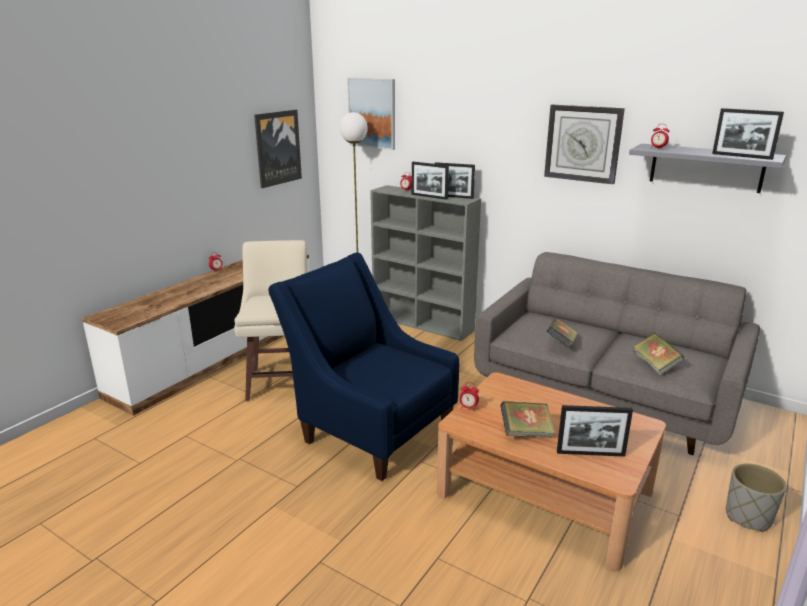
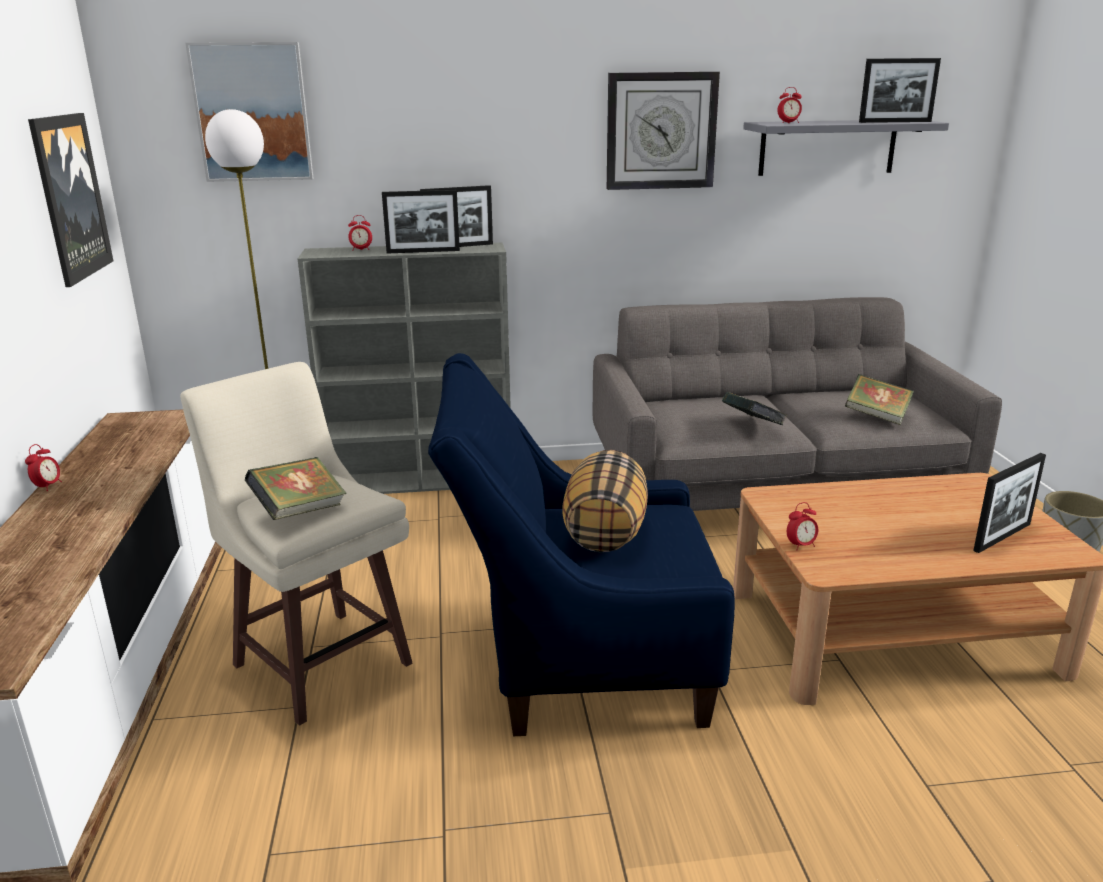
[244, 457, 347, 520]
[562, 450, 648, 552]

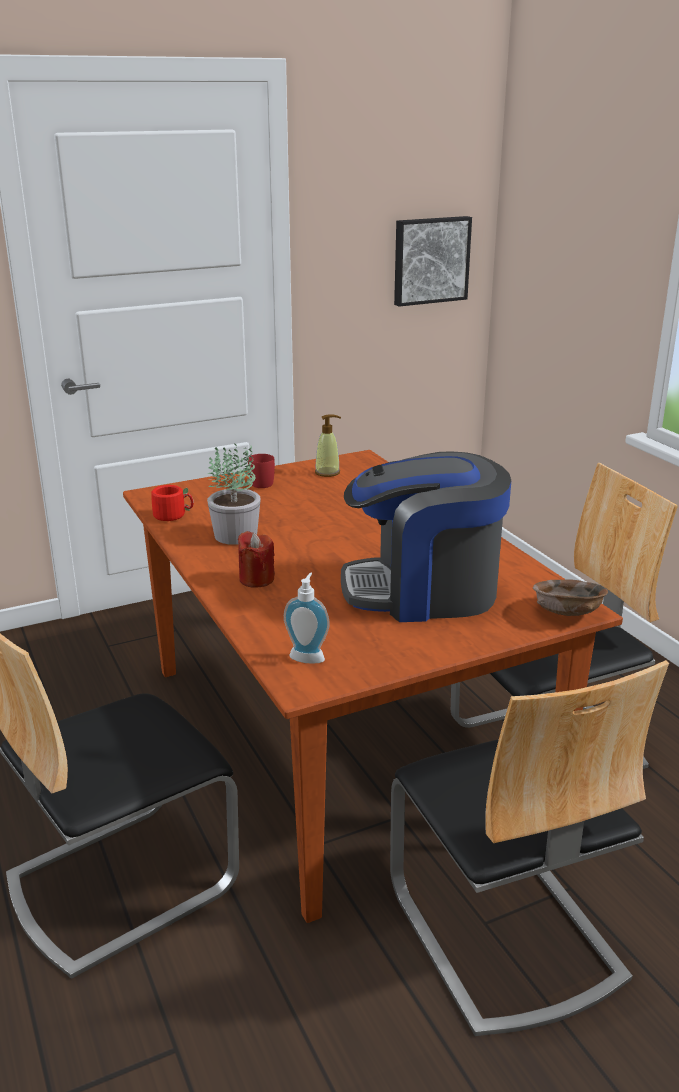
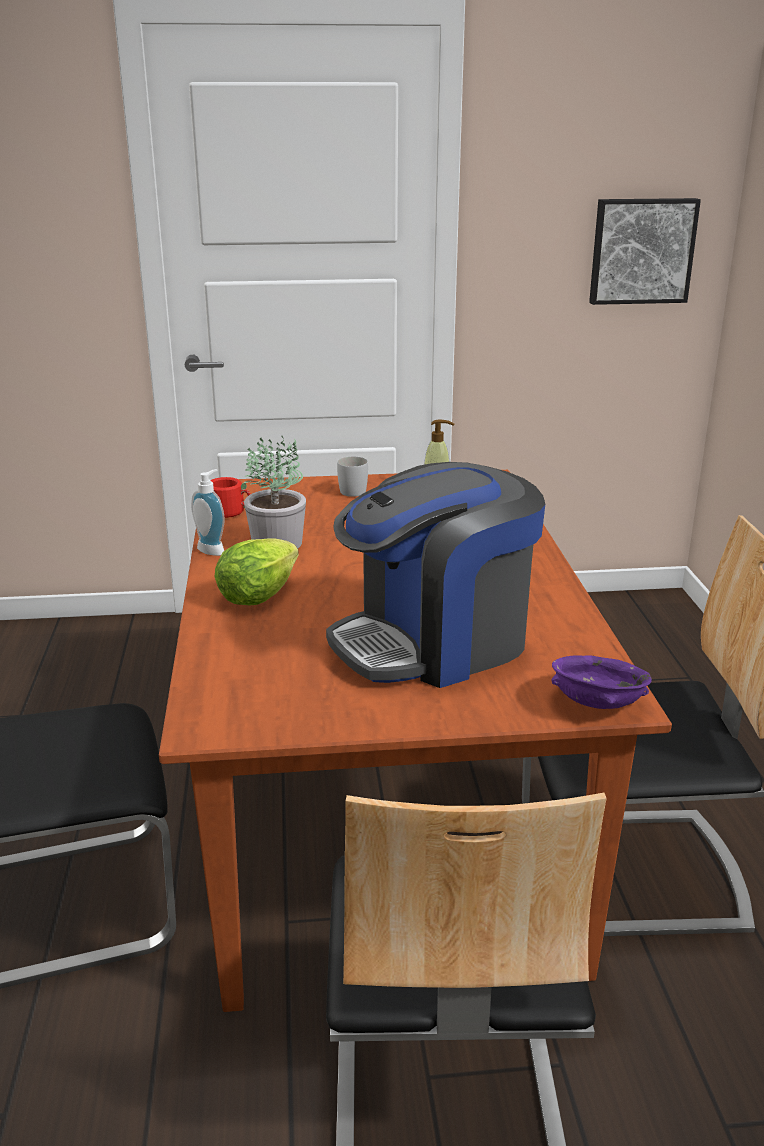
[215, 538, 299, 605]
[337, 456, 368, 497]
[191, 469, 225, 556]
[326, 462, 545, 688]
[551, 655, 652, 709]

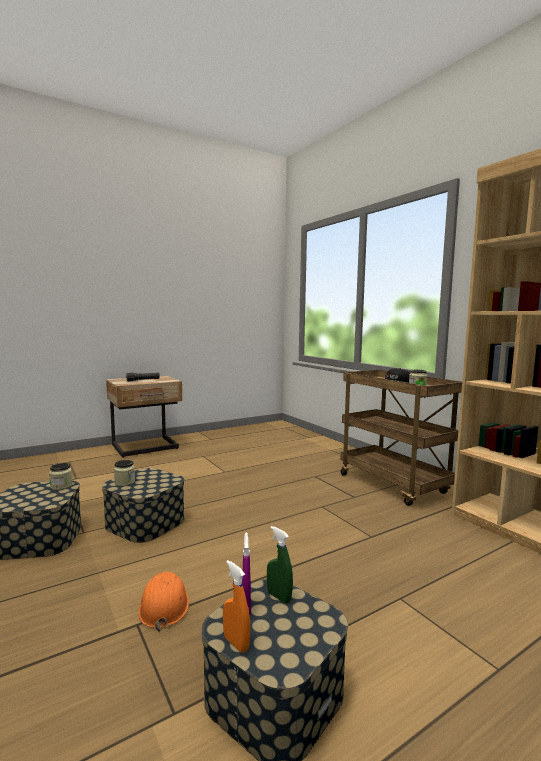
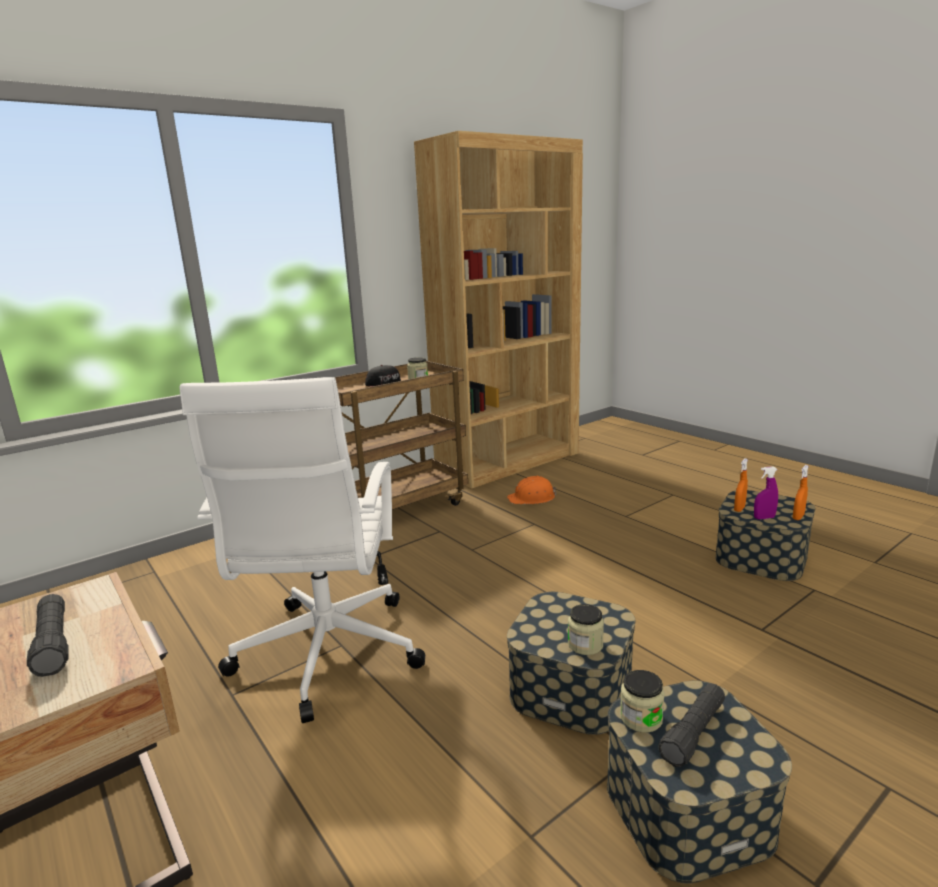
[507, 476, 556, 504]
[734, 458, 748, 512]
[180, 377, 425, 723]
[658, 683, 725, 767]

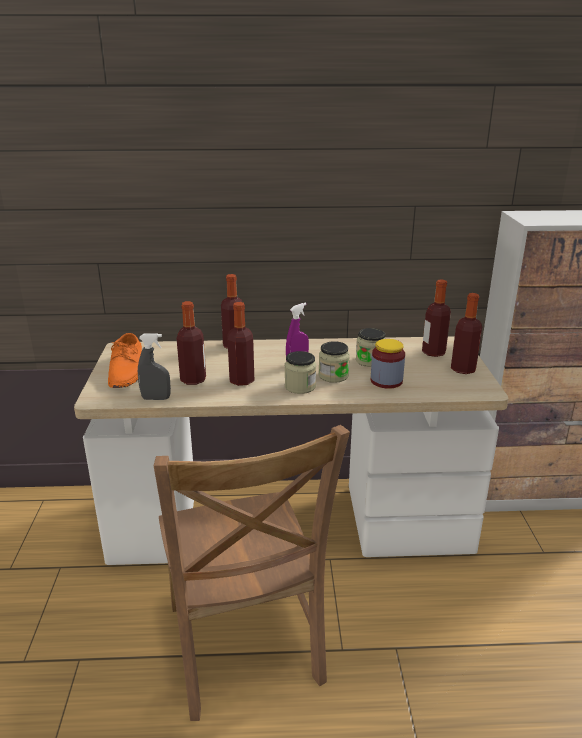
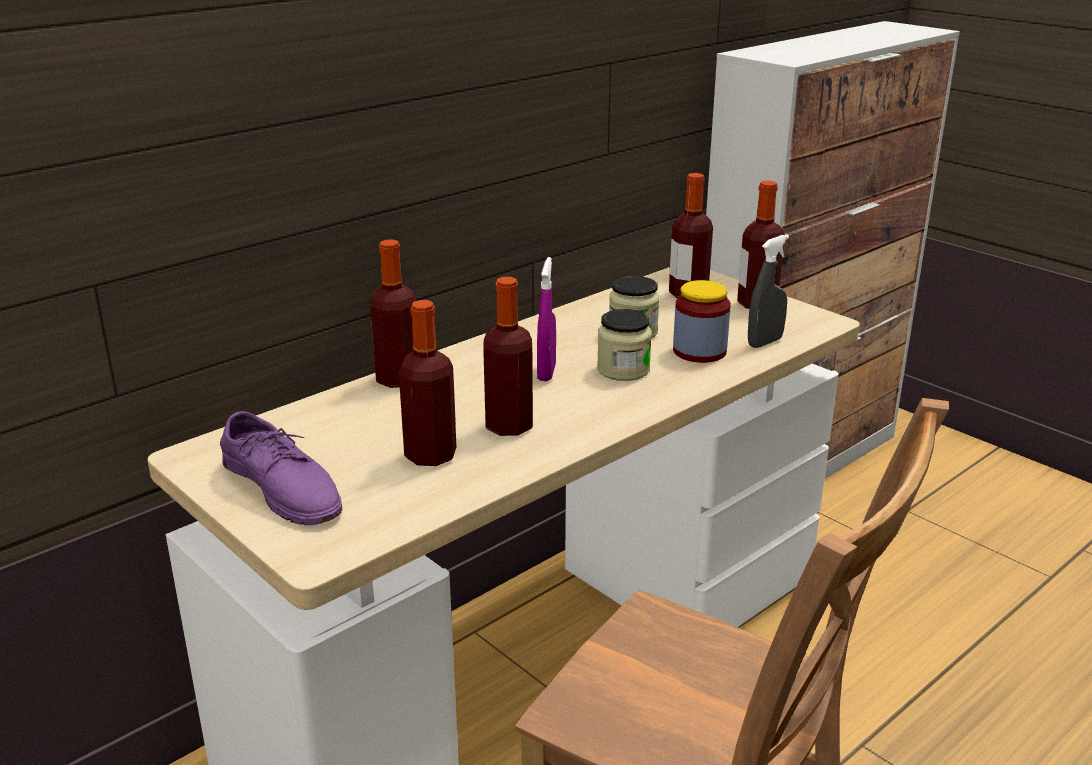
[220, 411, 342, 525]
[748, 235, 789, 348]
[285, 351, 316, 394] (first image)

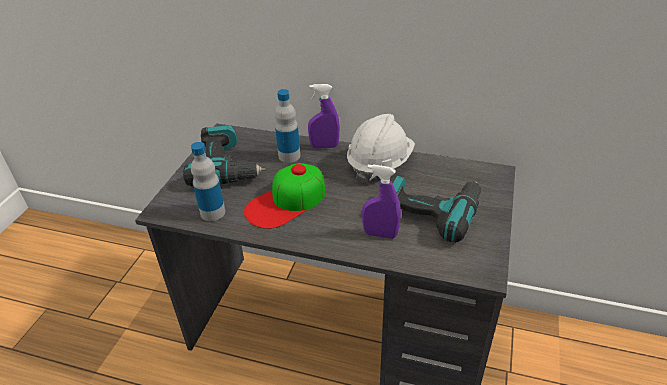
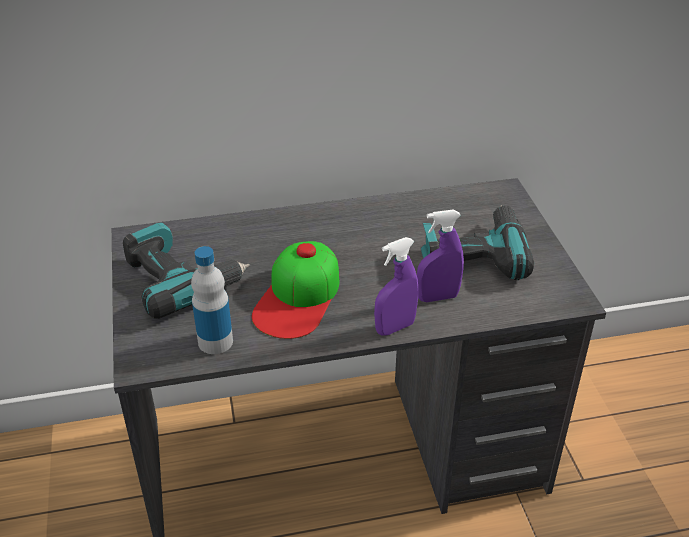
[275, 89, 300, 163] (first image)
[374, 237, 418, 336]
[347, 114, 415, 182] (first image)

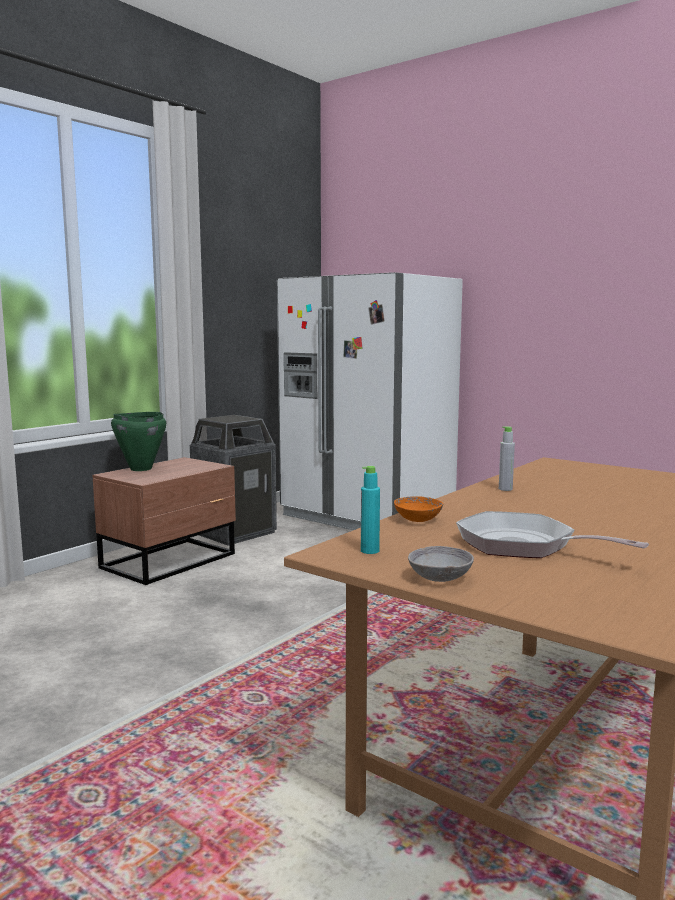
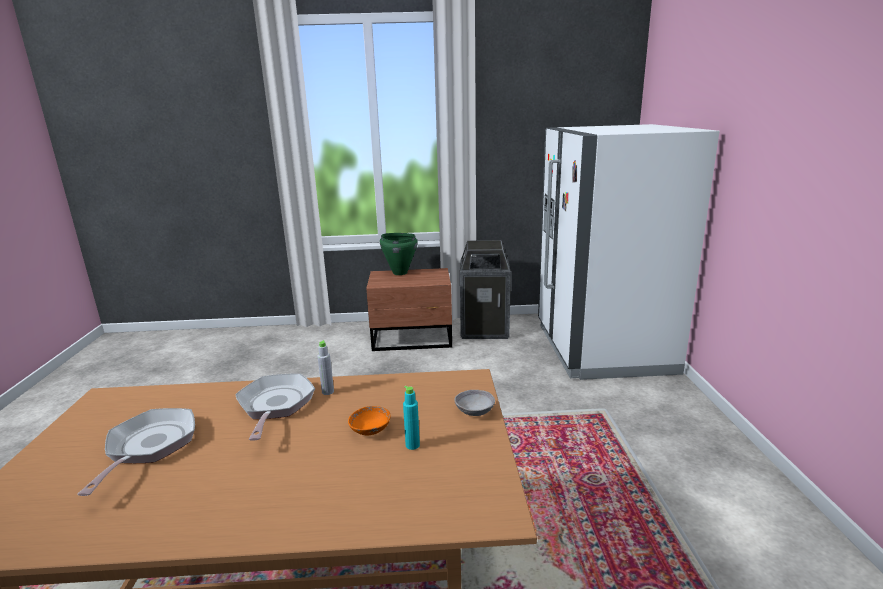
[403, 386, 420, 450]
[348, 406, 391, 435]
[454, 390, 495, 416]
[235, 373, 315, 441]

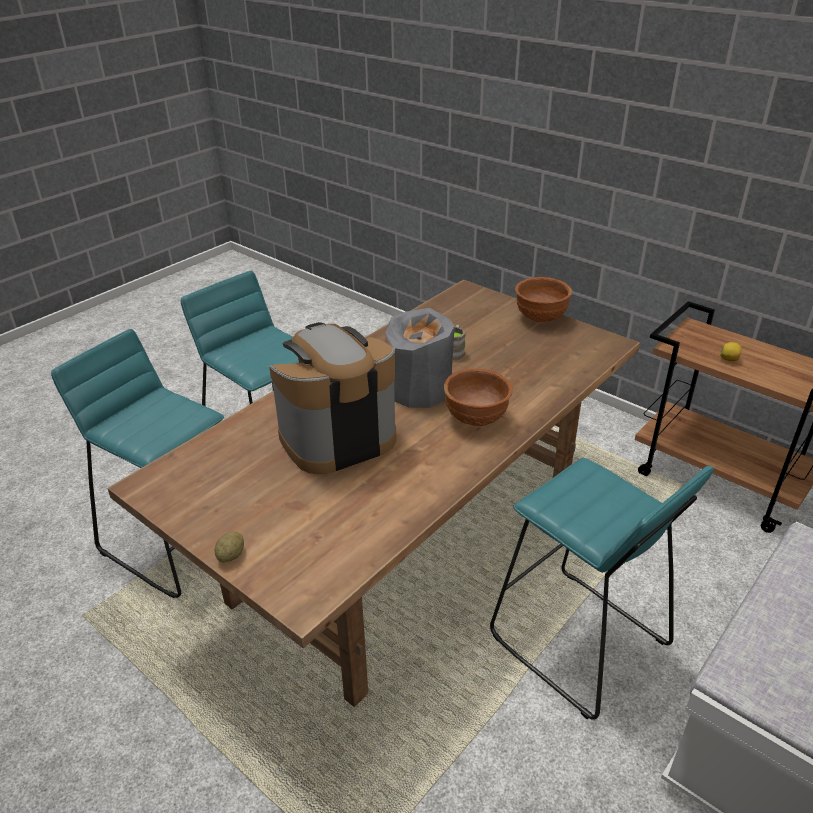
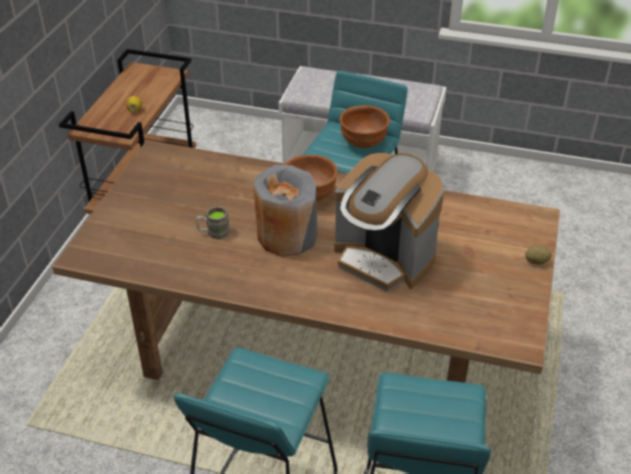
[340, 105, 390, 148]

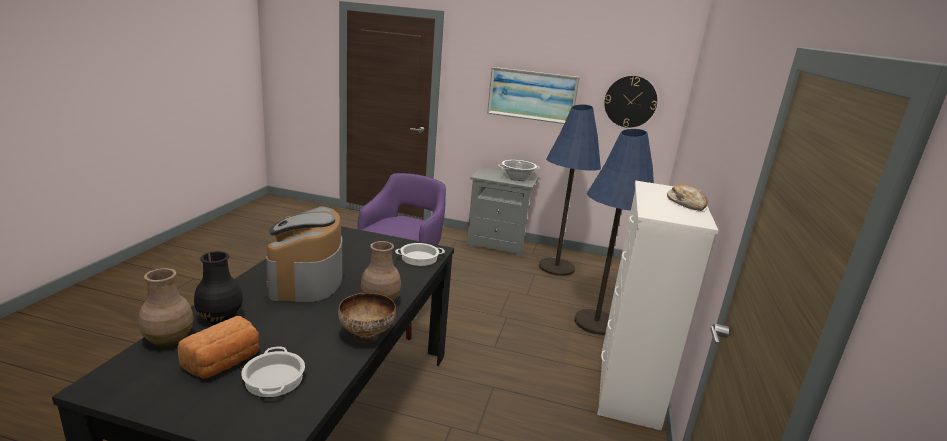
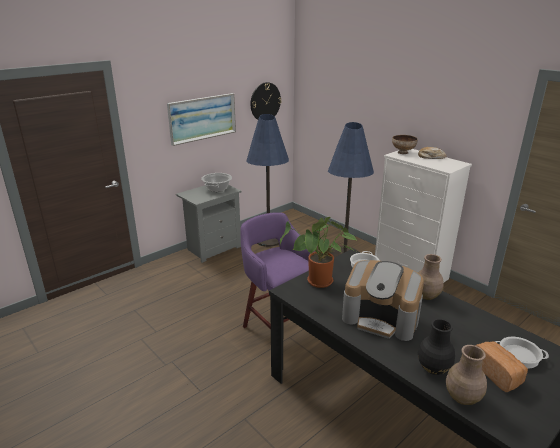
[392, 135, 418, 154]
[280, 217, 358, 288]

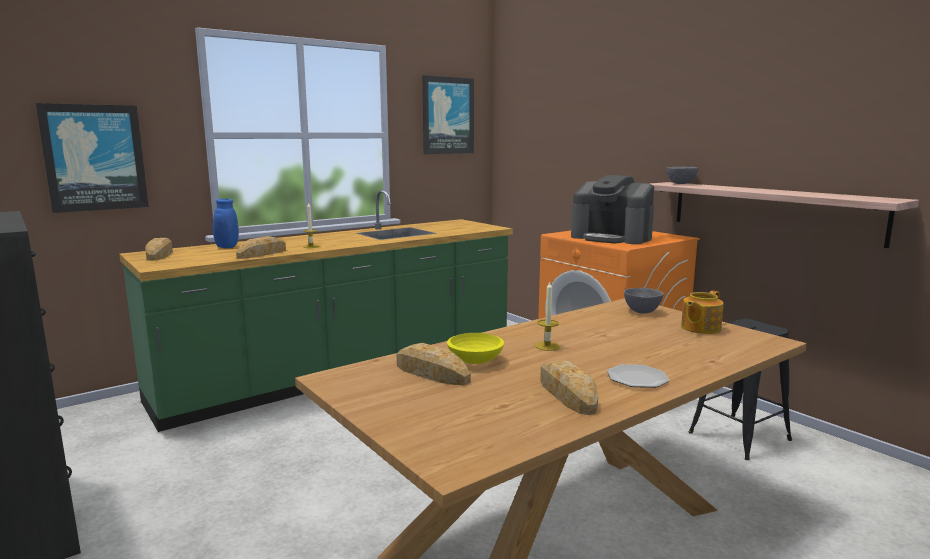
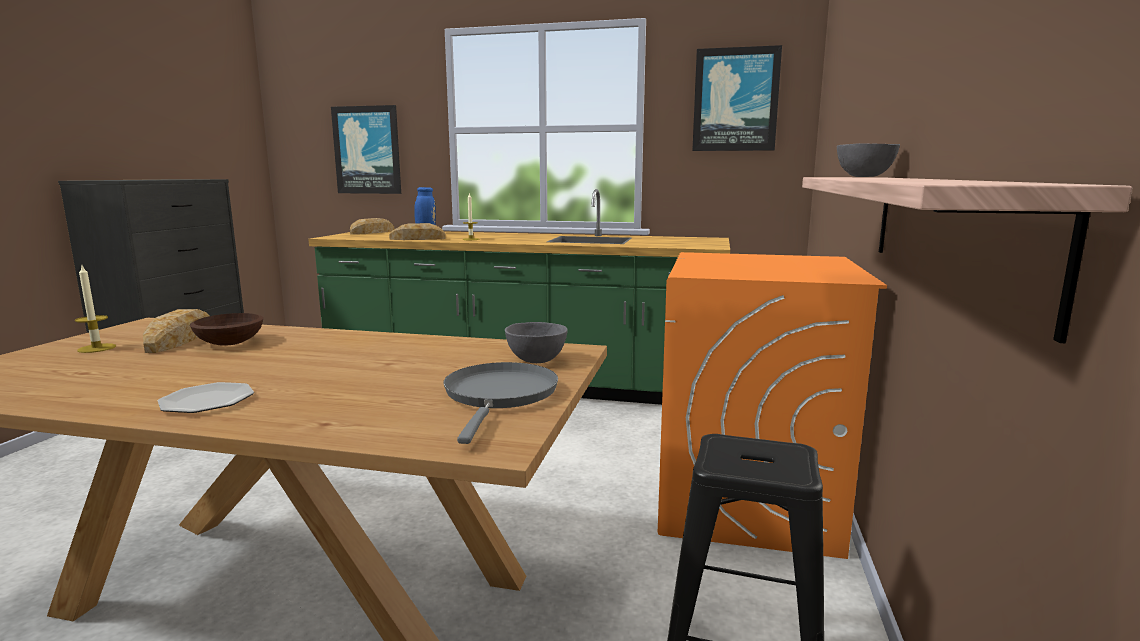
[190, 313, 263, 346]
[75, 266, 116, 353]
[540, 360, 598, 415] (first image)
[571, 175, 654, 244] (first image)
[443, 362, 558, 444]

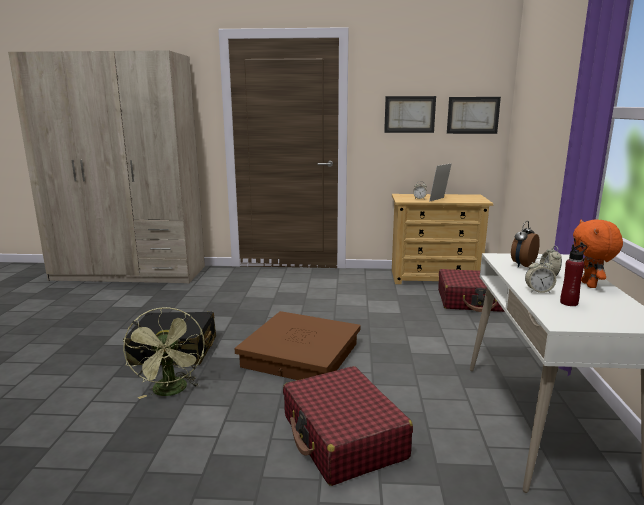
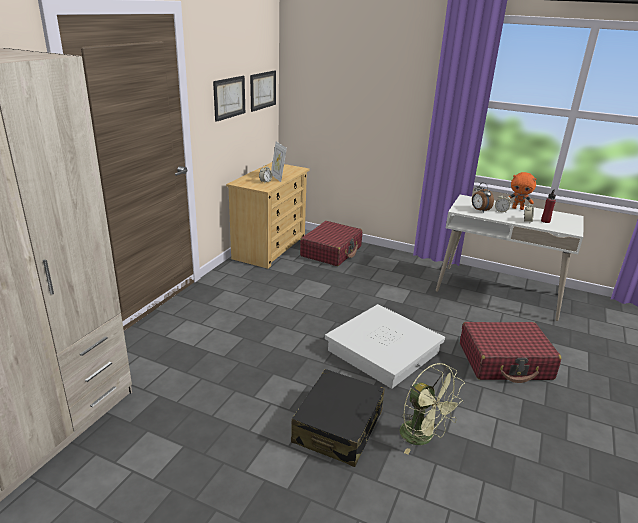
[400, 363, 465, 454]
[325, 304, 445, 389]

